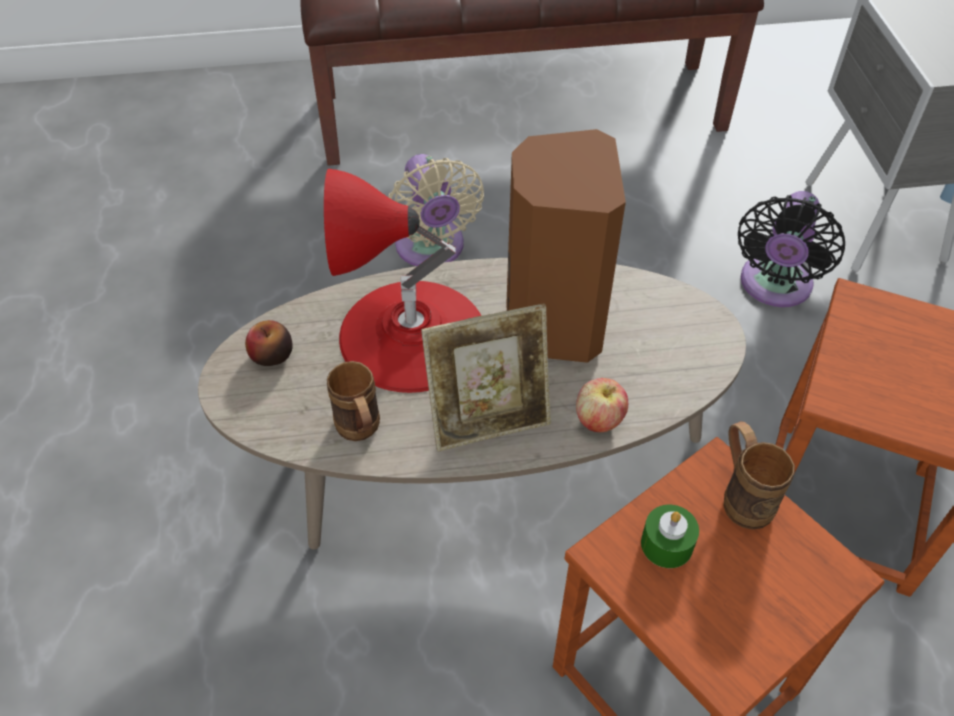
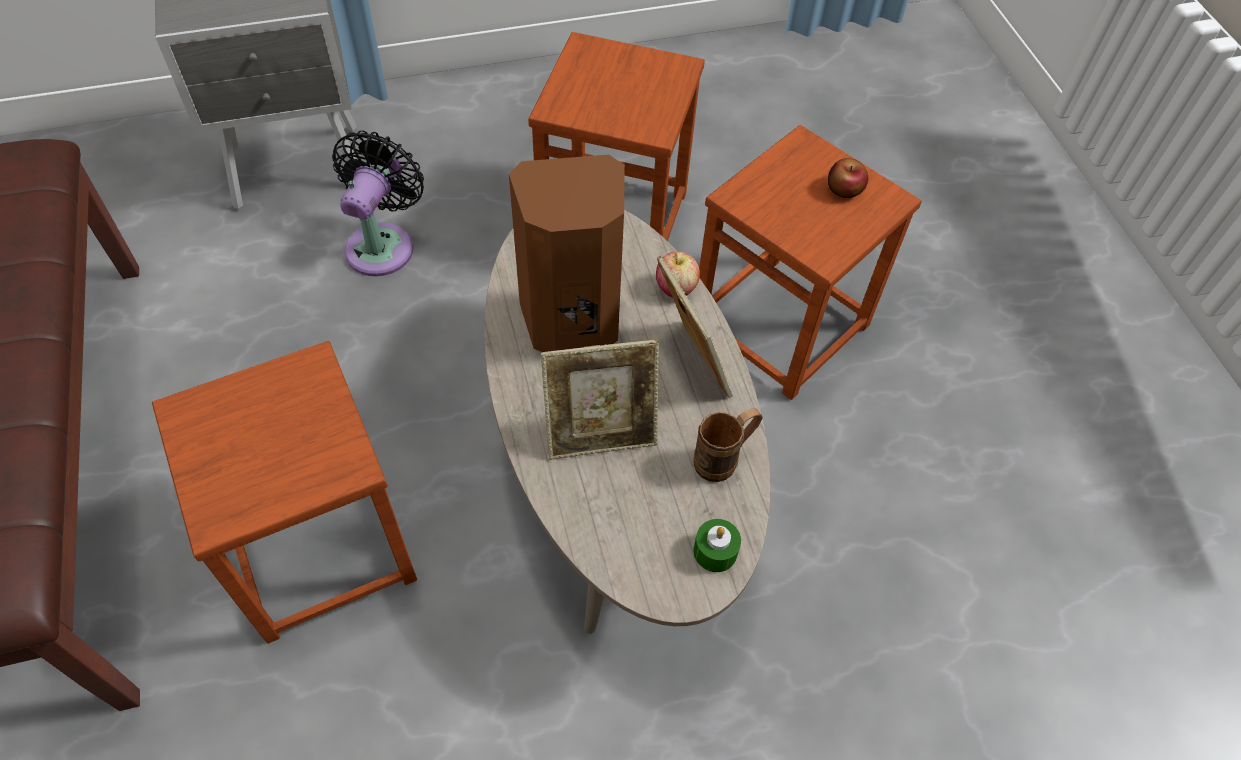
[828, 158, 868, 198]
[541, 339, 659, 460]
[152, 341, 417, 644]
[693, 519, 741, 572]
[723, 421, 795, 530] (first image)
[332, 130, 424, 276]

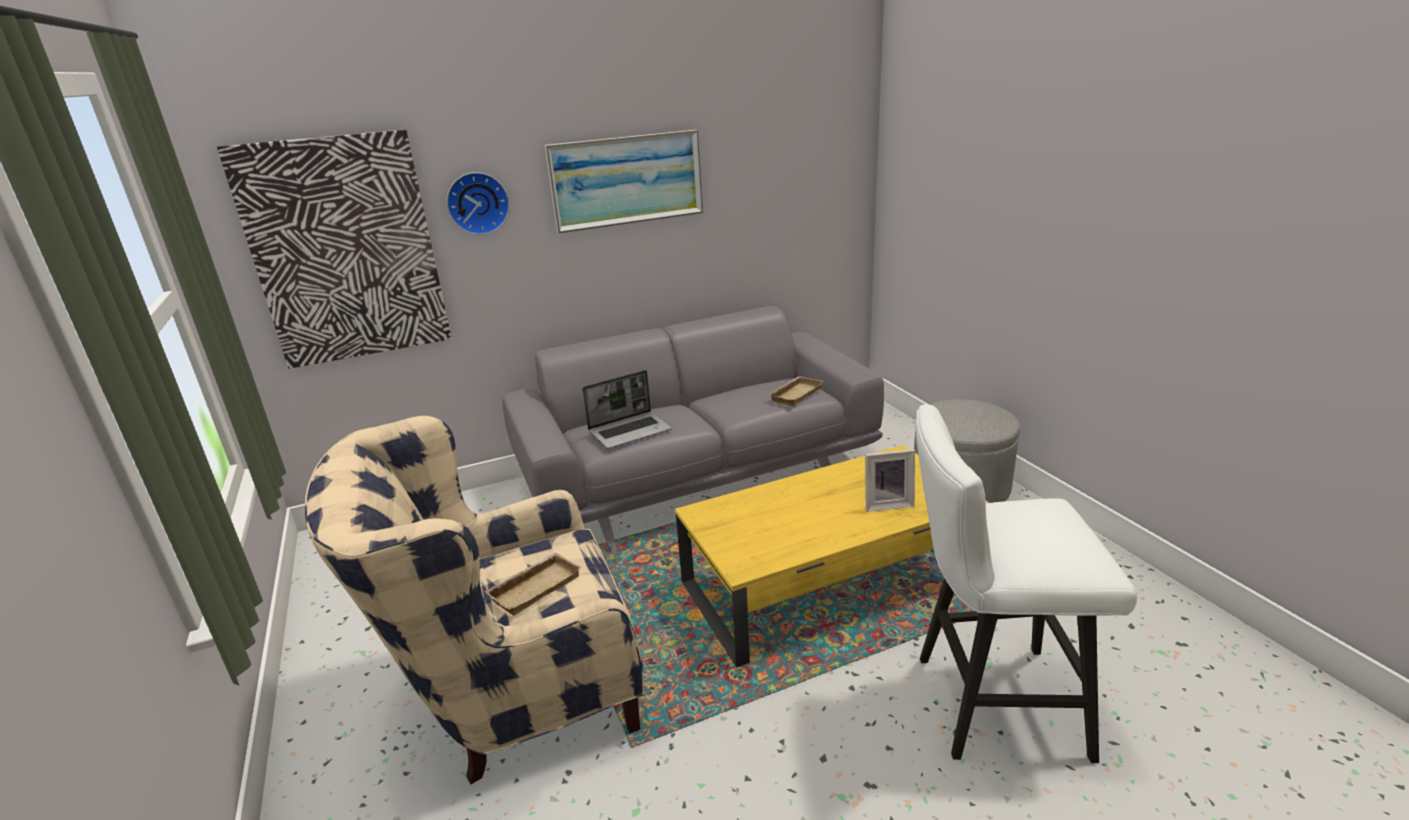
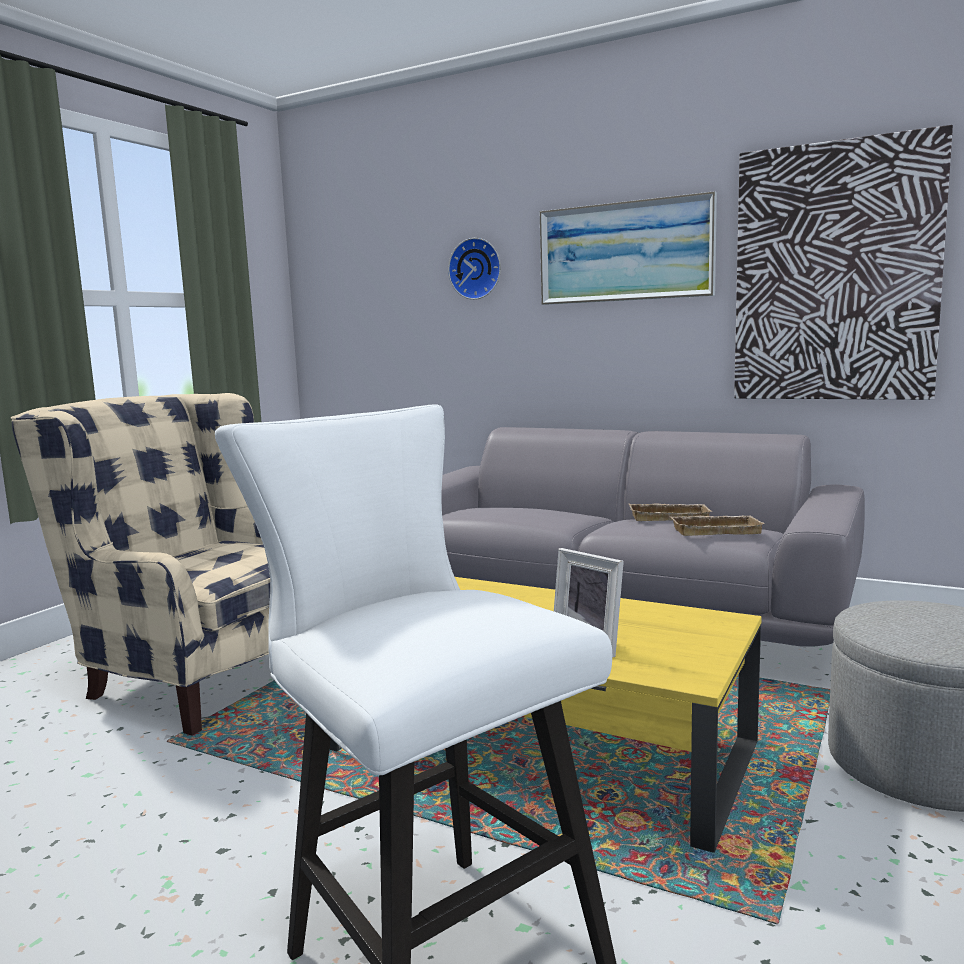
[734, 125, 953, 400]
[629, 503, 712, 521]
[582, 370, 672, 449] (first image)

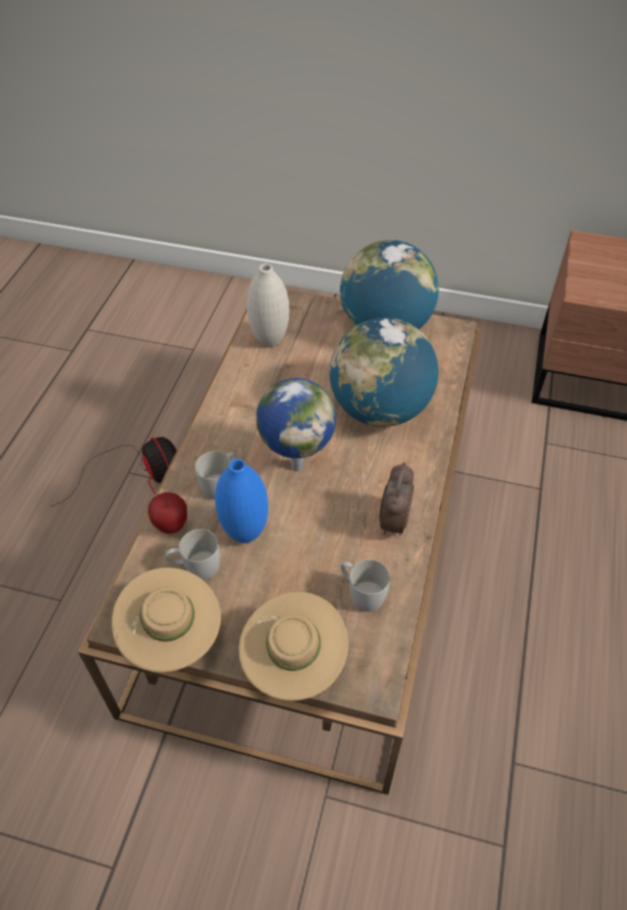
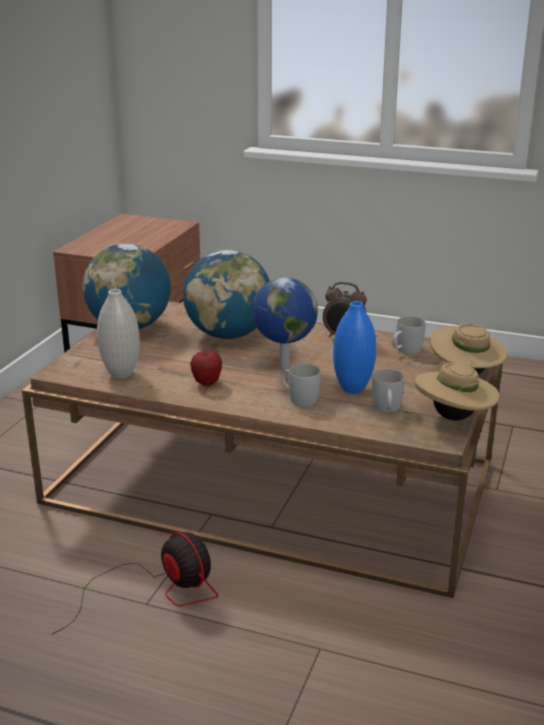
[52, 532, 218, 634]
[190, 350, 222, 386]

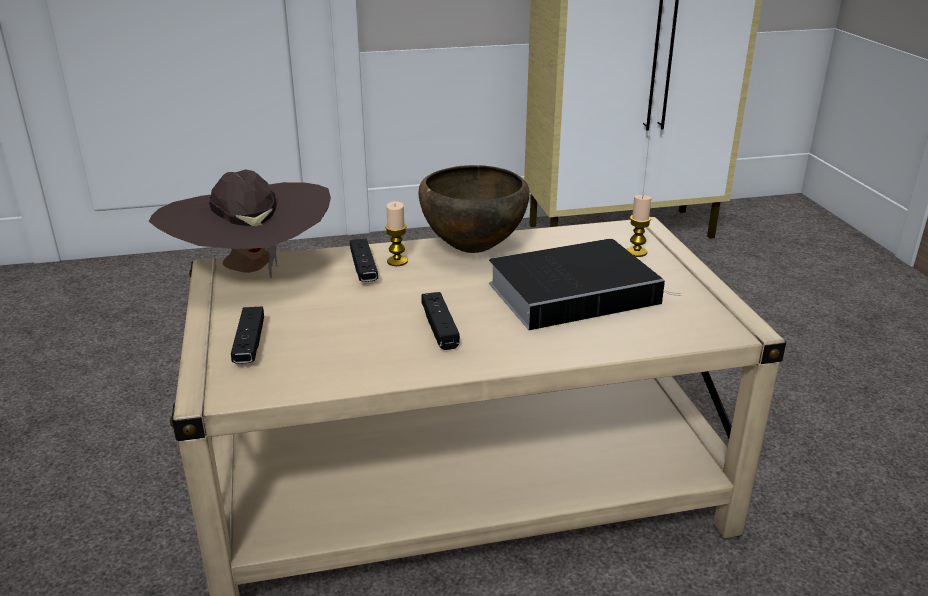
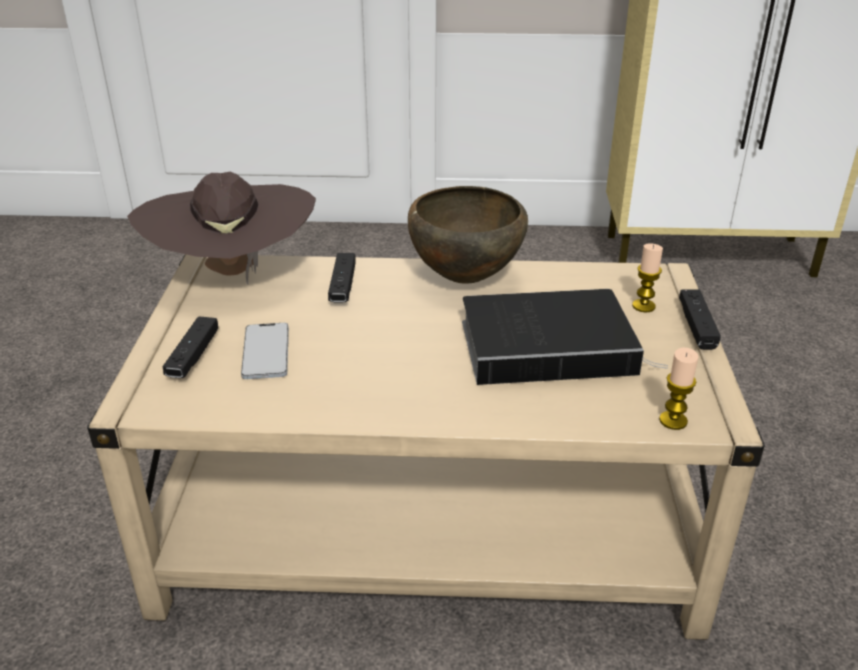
[659, 348, 698, 430]
[679, 289, 721, 350]
[241, 323, 289, 379]

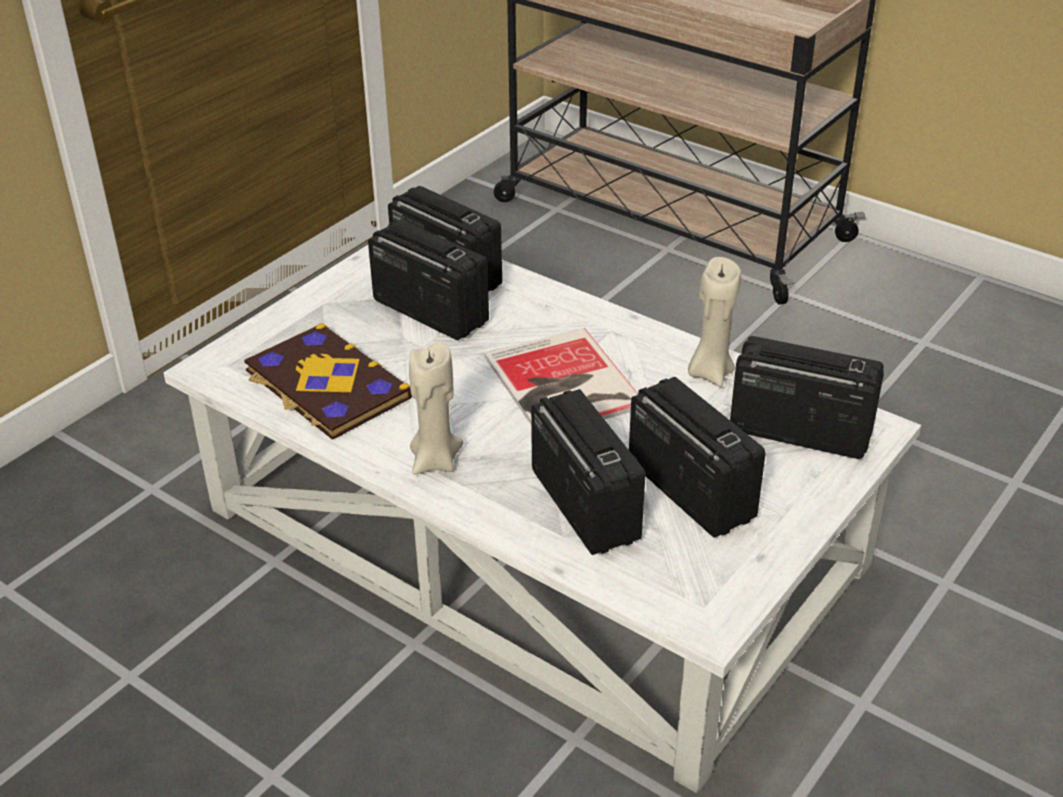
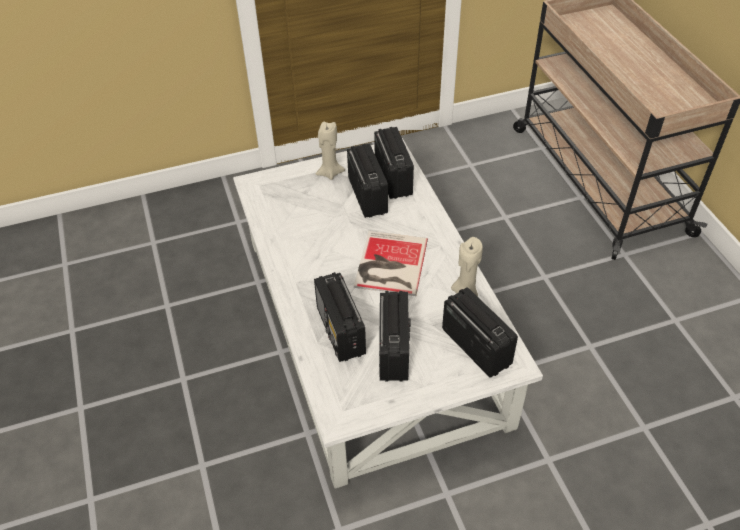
[244, 323, 412, 440] (first image)
[316, 122, 345, 180]
[314, 272, 366, 362]

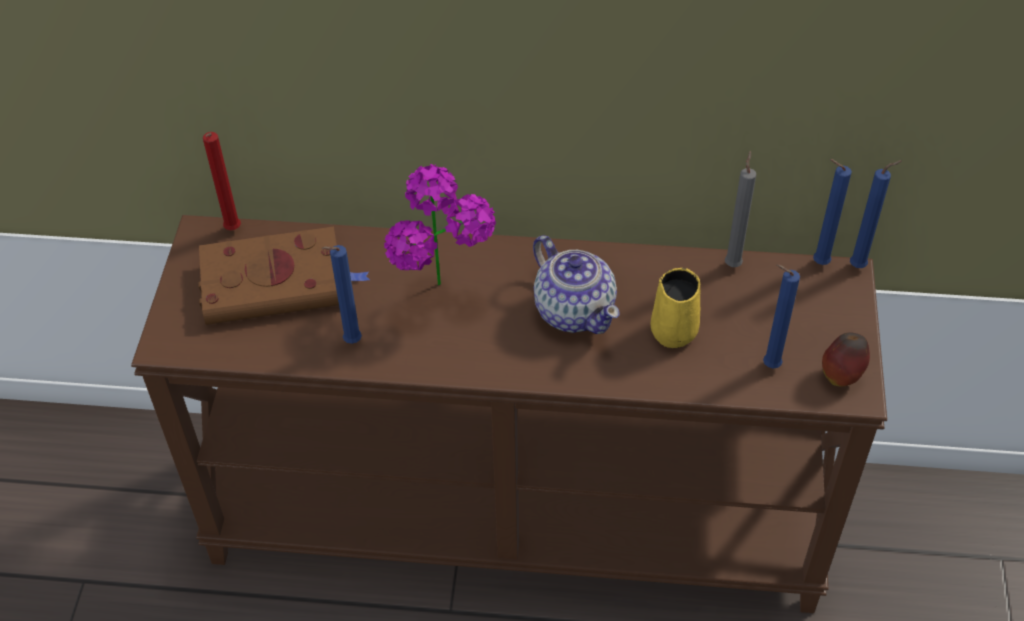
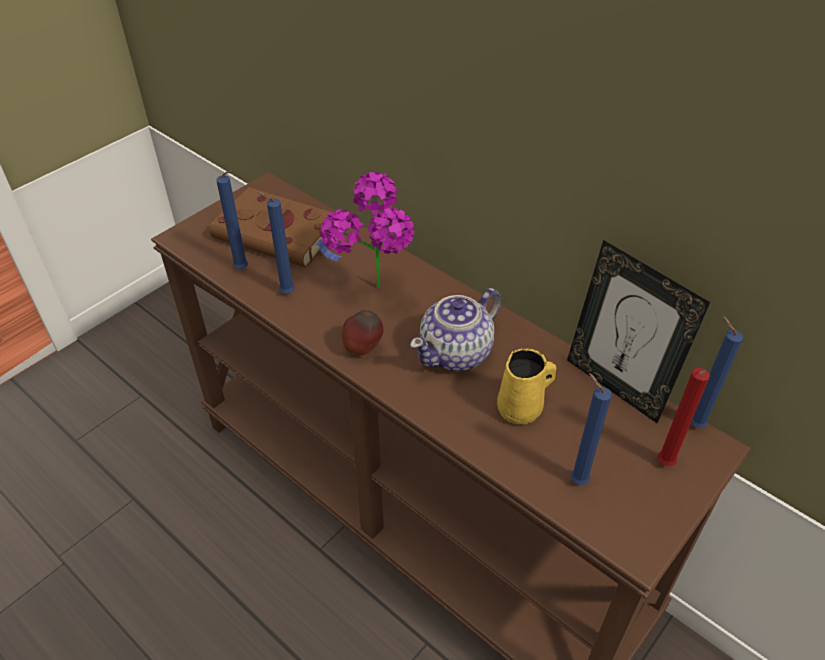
[658, 368, 710, 466]
[410, 288, 501, 371]
[567, 240, 710, 423]
[342, 310, 383, 355]
[216, 171, 248, 269]

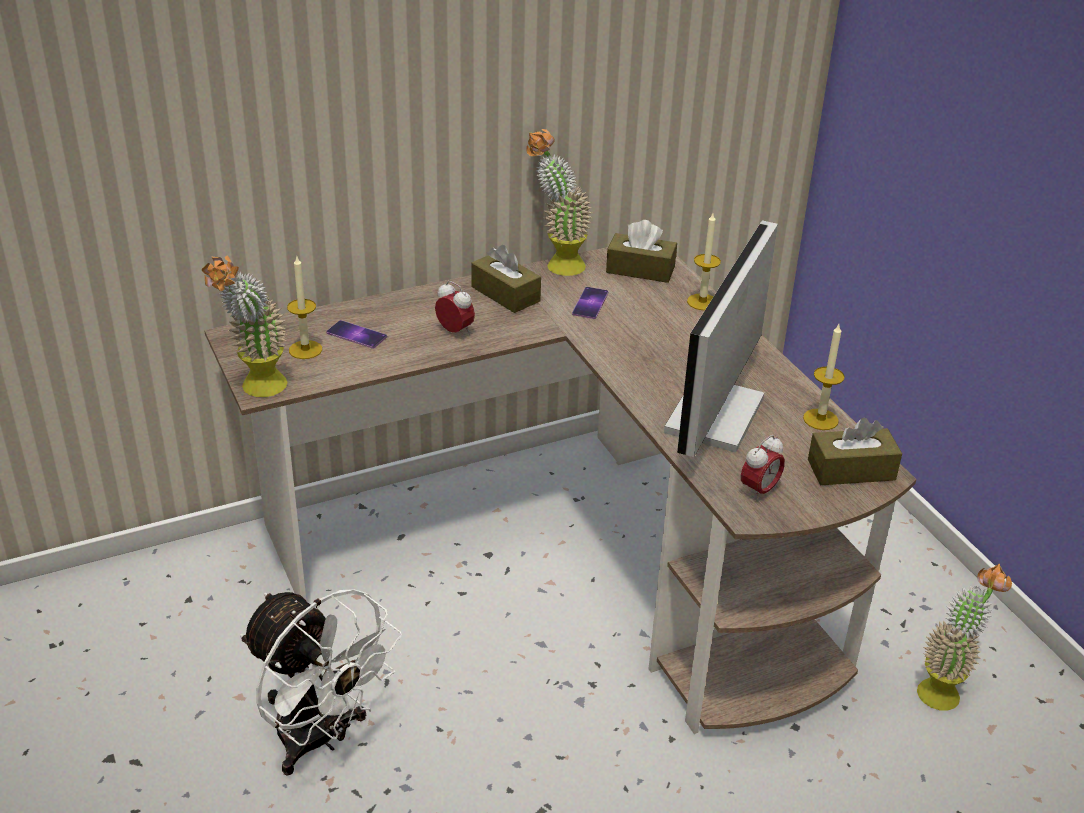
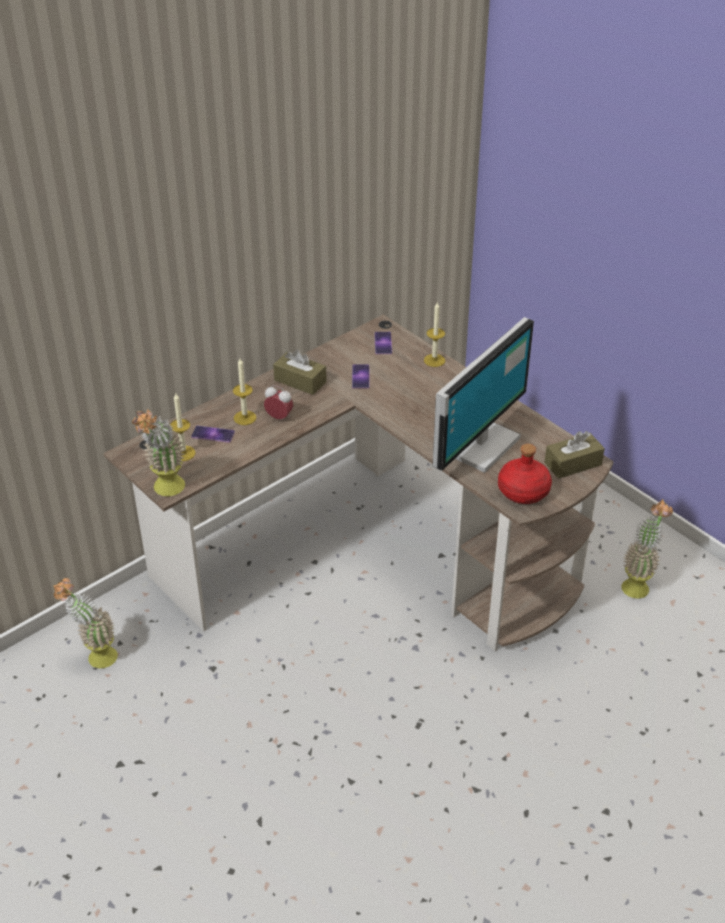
[240, 589, 402, 776] (first image)
[53, 578, 118, 668]
[374, 332, 392, 354]
[433, 317, 534, 473]
[498, 444, 552, 504]
[233, 359, 256, 425]

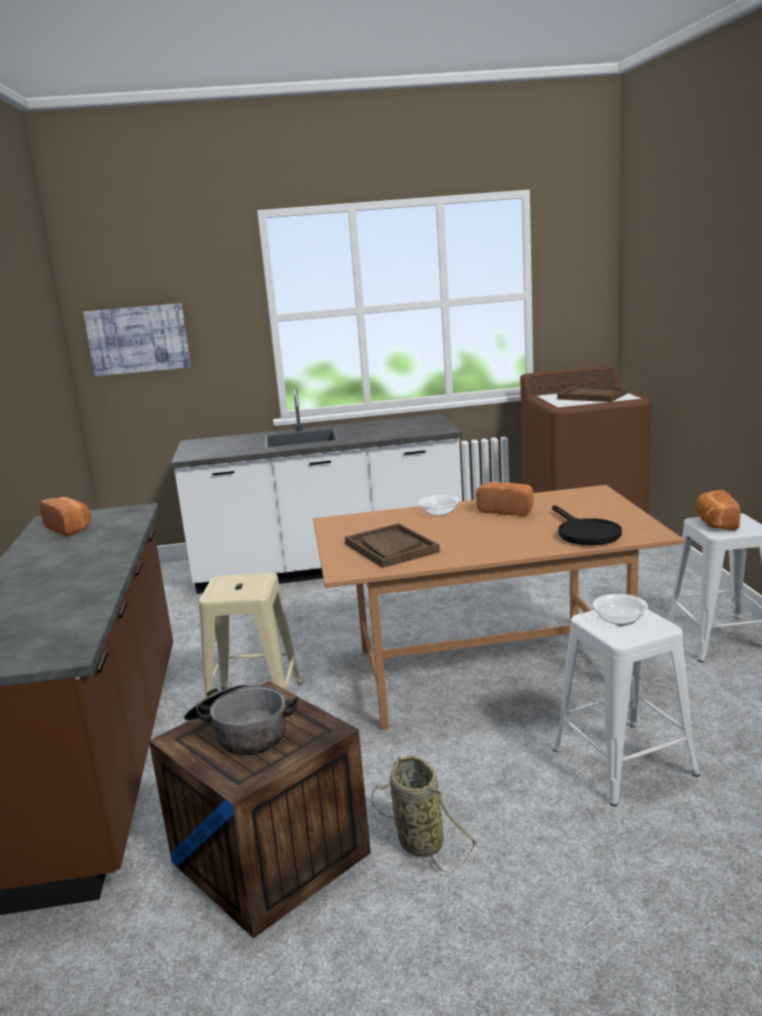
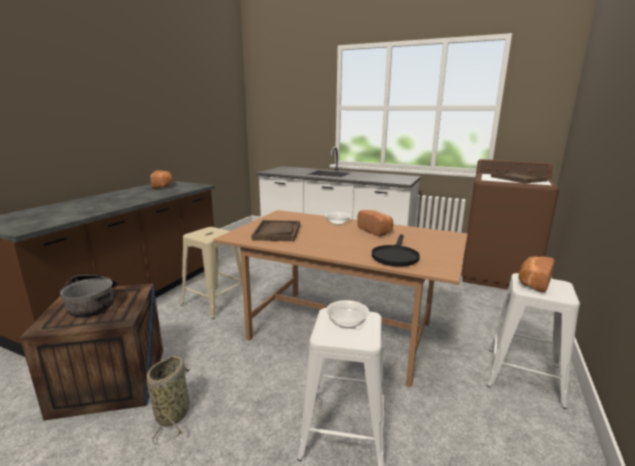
[83, 303, 191, 376] (first image)

